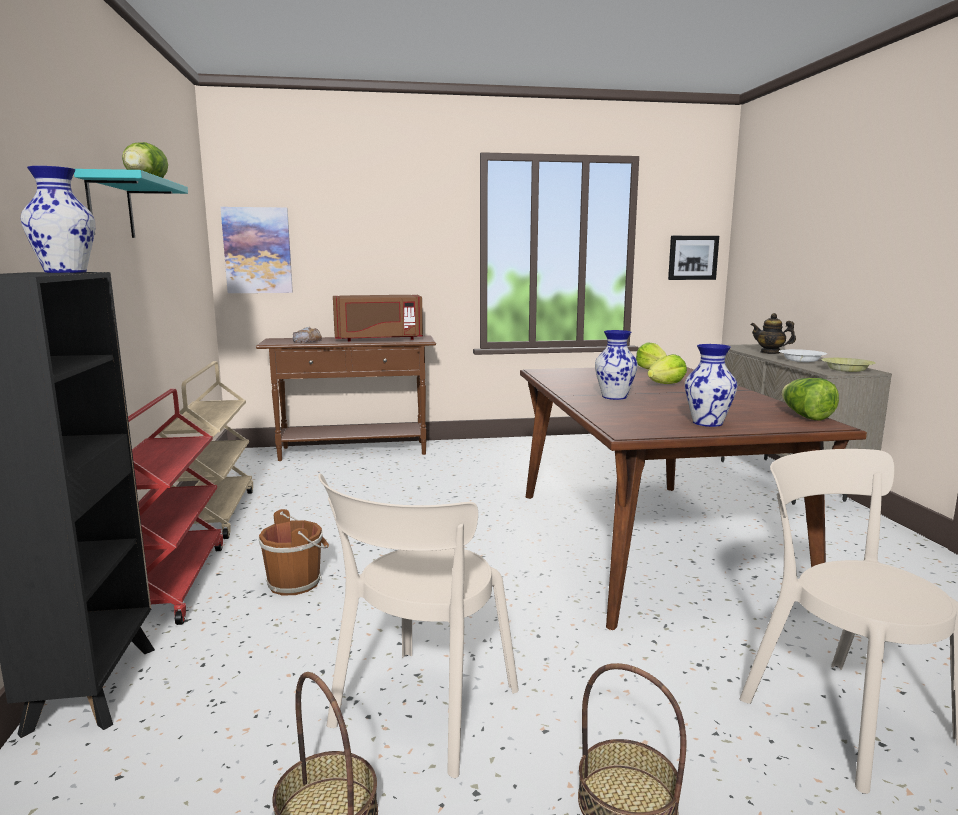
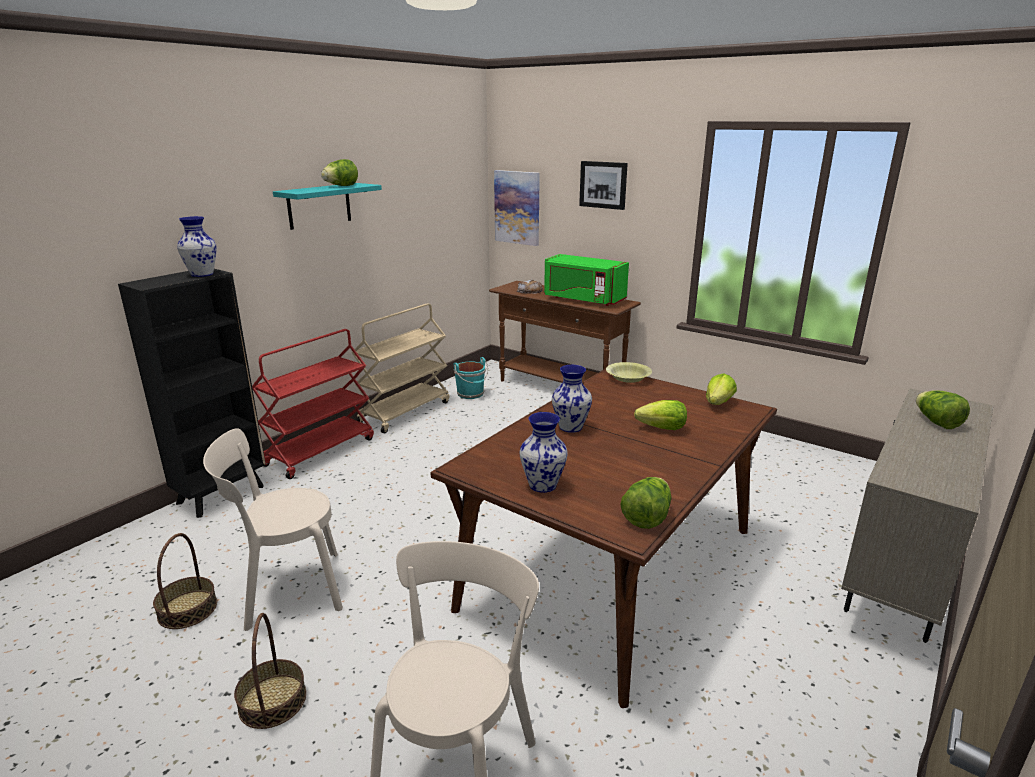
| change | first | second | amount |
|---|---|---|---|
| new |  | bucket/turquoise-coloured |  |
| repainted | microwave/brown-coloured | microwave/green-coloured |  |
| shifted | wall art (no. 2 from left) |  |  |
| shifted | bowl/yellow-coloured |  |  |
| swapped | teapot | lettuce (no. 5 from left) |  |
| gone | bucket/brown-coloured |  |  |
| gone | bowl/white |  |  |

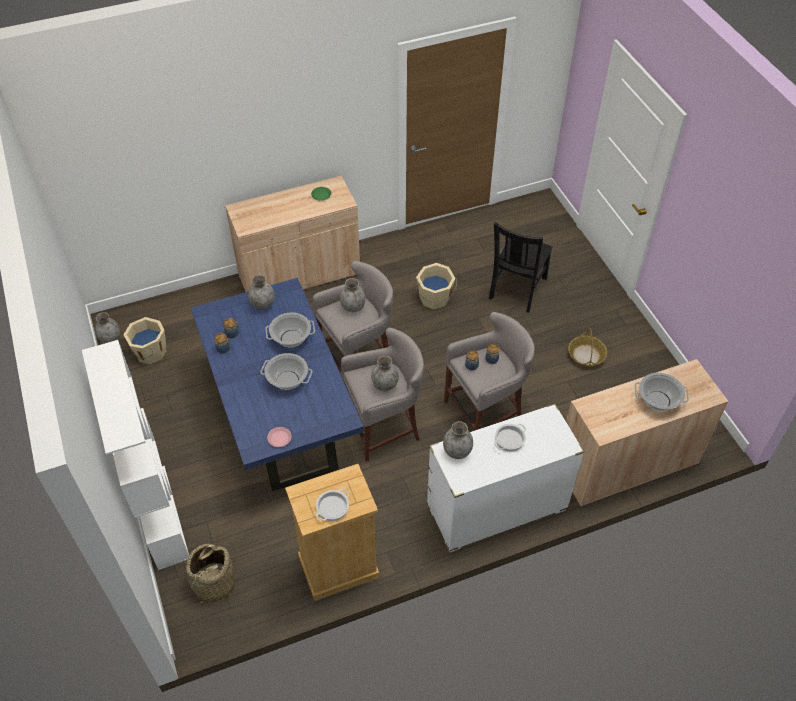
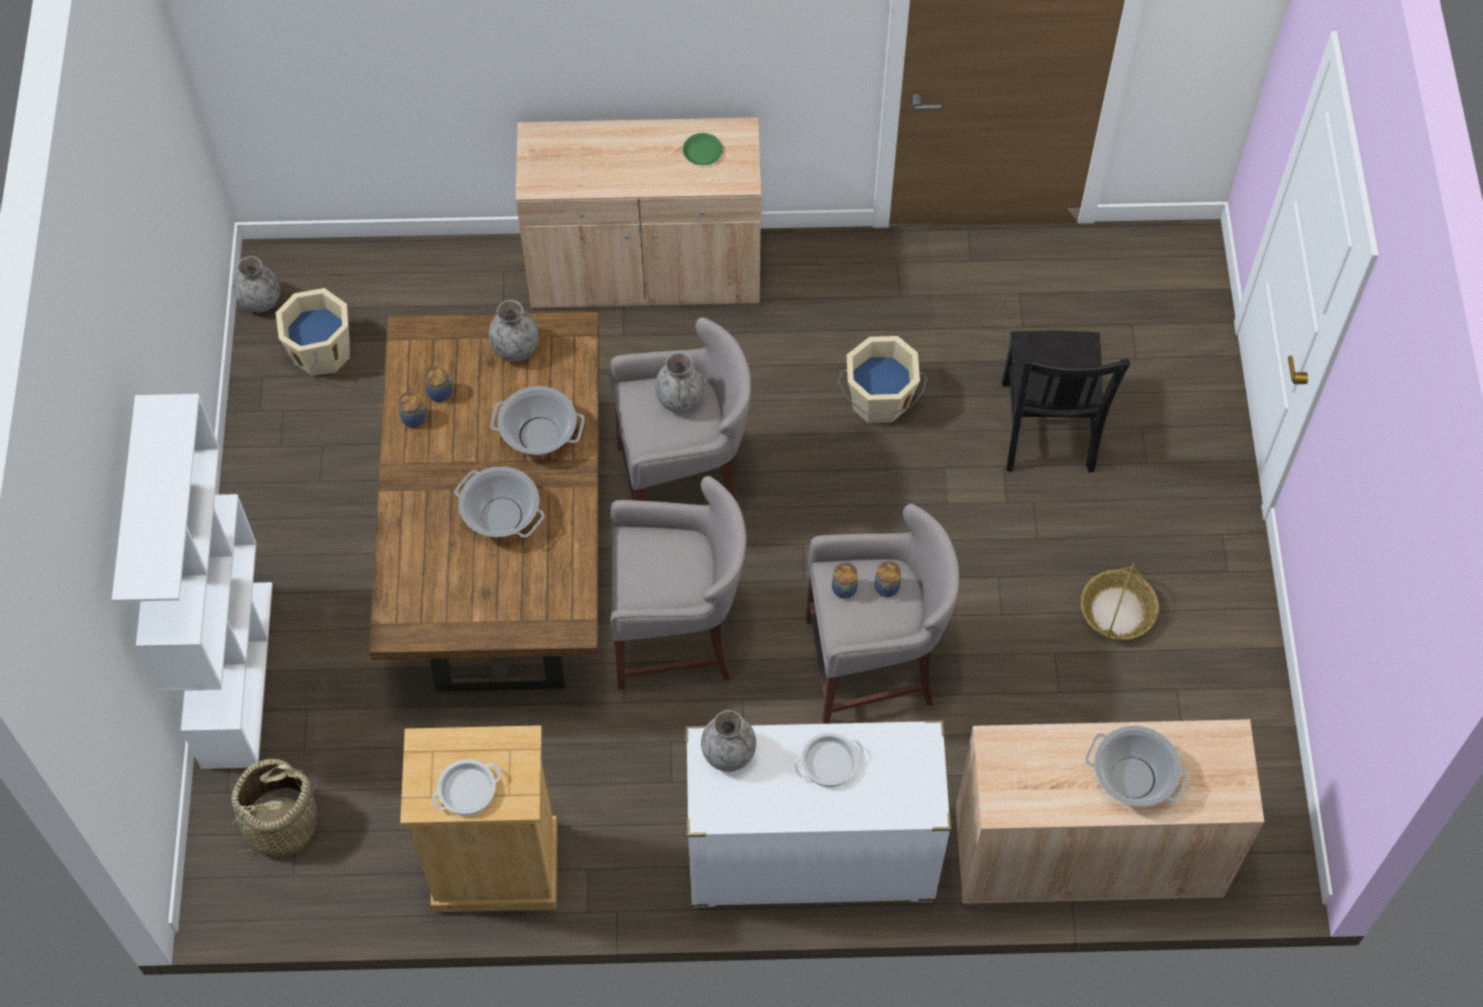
| change | first | second | amount |
|---|---|---|---|
| repainted | dinner table/blue-coloured | dinner table/brown-coloured |  |
| rotated | plain chair/black |  | 45 degrees counterclockwise |
| gone | plate/pink-coloured |  |  |
| gone | flower vase/greyish (no. 4 from left) |  |  |

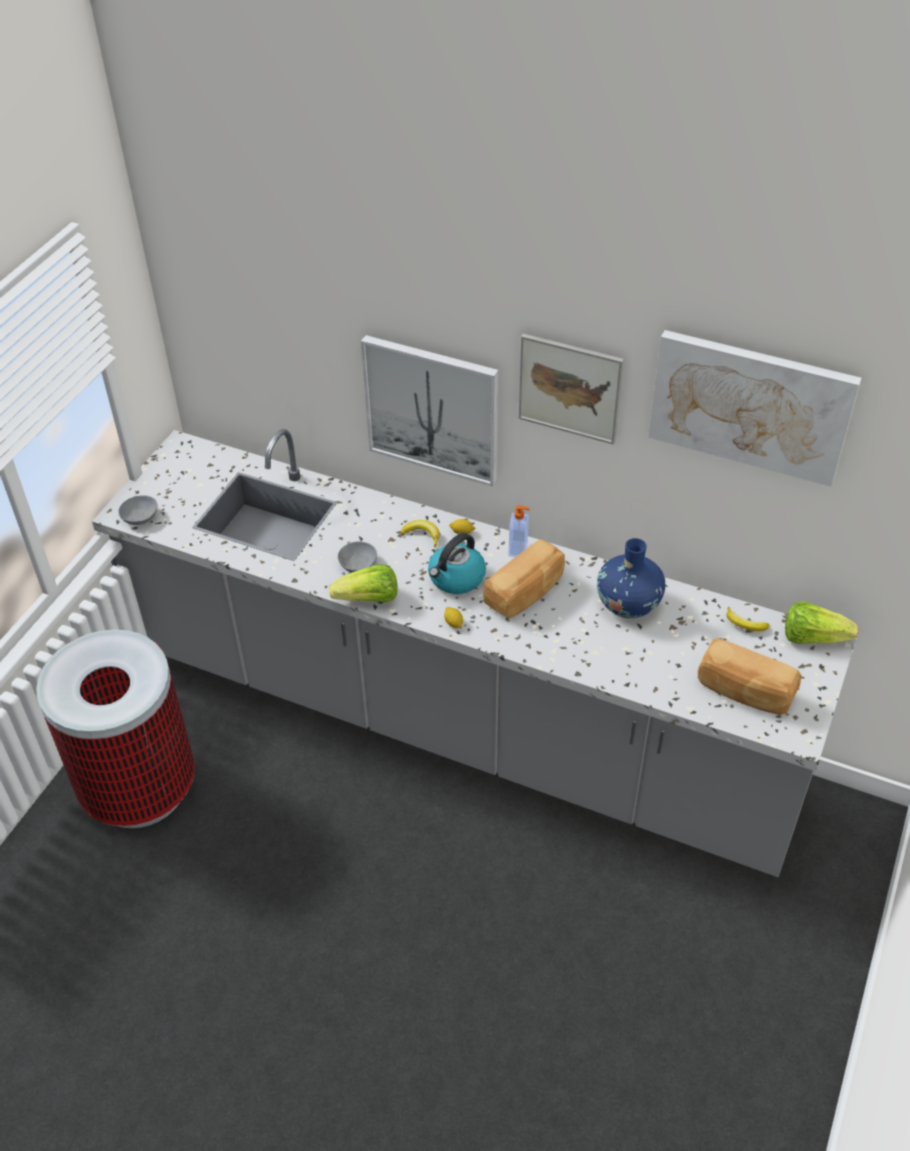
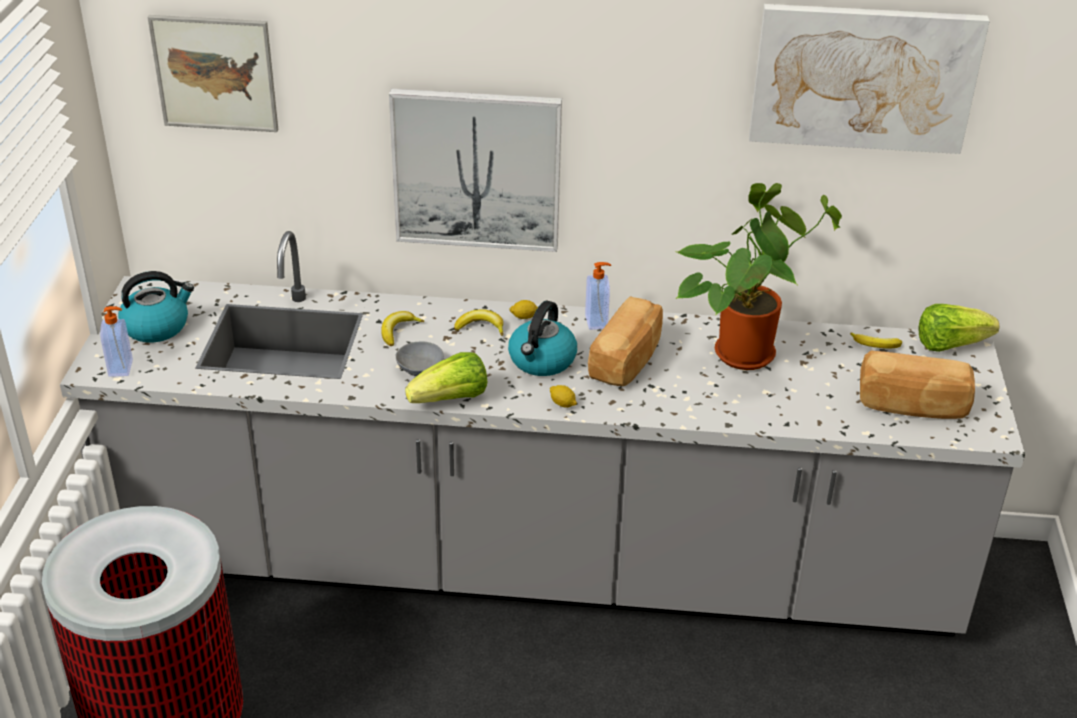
| change | first | second | amount |
|---|---|---|---|
| swapped | bowl/greyish (no. 1 from left) | soap bottle (no. 1 from left) |  |
| new |  | kettle (no. 1 from left) |  |
| shifted | wall art (no. 2 from left in the first image) | wall art (no. 1 from left) |  |
| new |  | banana (no. 1 from left) |  |
| swapped | flower vase/blue-coloured | potted plant |  |

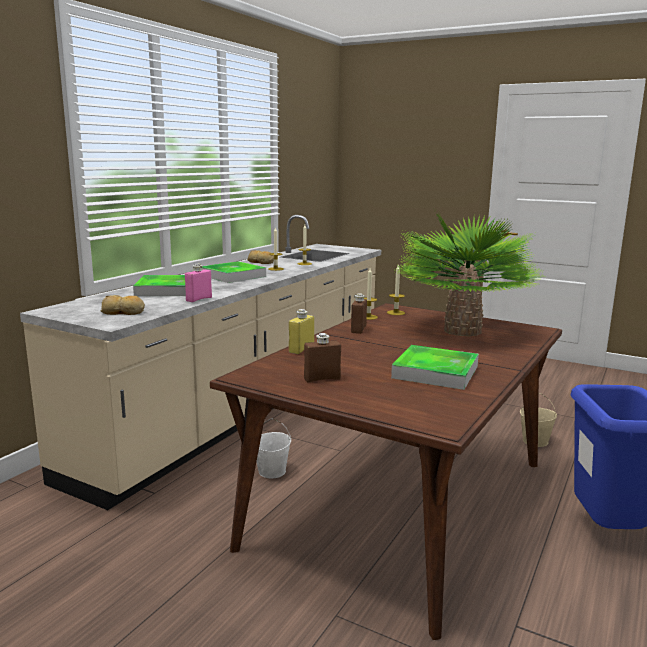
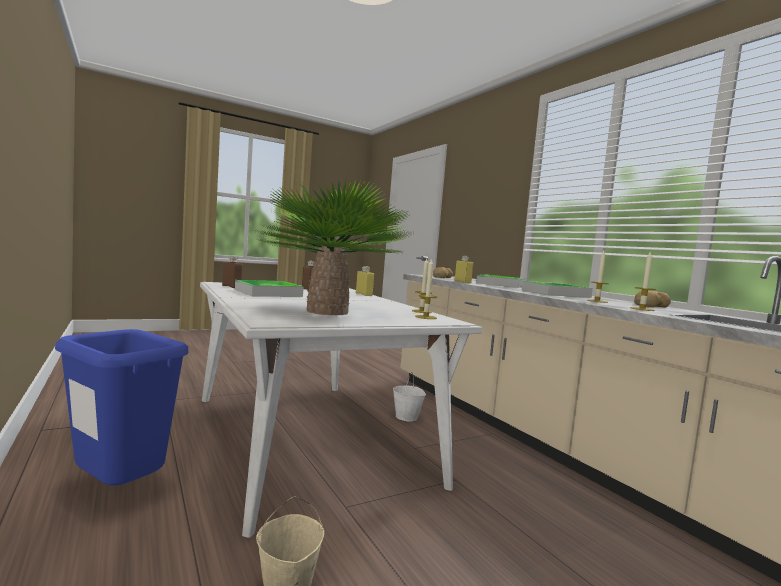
| change | first | second | amount |
|---|---|---|---|
| repainted | dinner table/brown-coloured | dinner table/white |  |
| shifted | drink bottle/brown-coloured (no. 2 from left in the first image) | drink bottle/brown-coloured (no. 1 from left) |  |
| repainted | drink bottle/pink-coloured | drink bottle/yellow-coloured (no. 2 from left) |  |

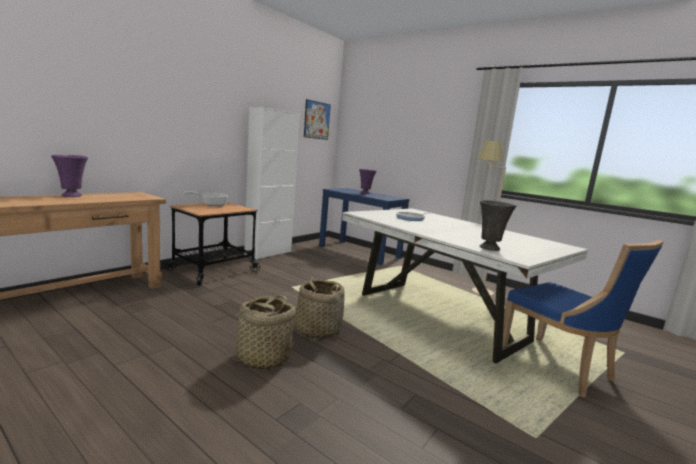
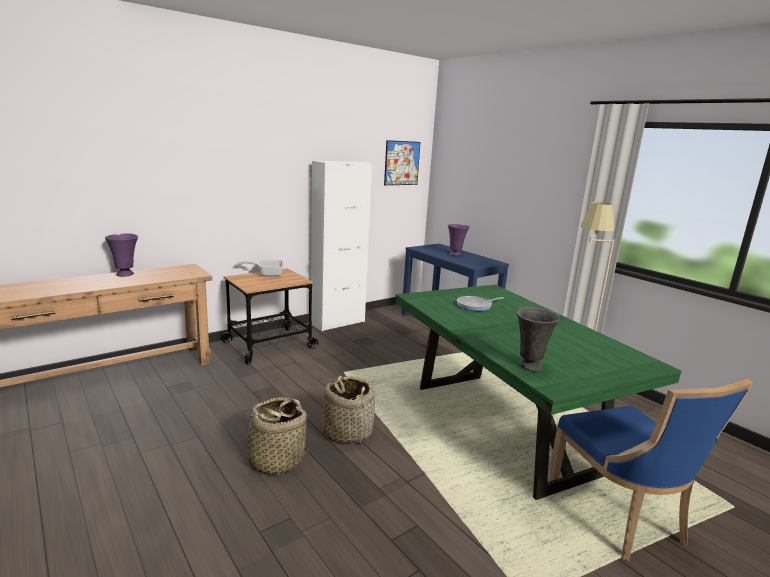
| change | first | second | amount |
|---|---|---|---|
| repainted | dinner table/white | dinner table/green-coloured |  |

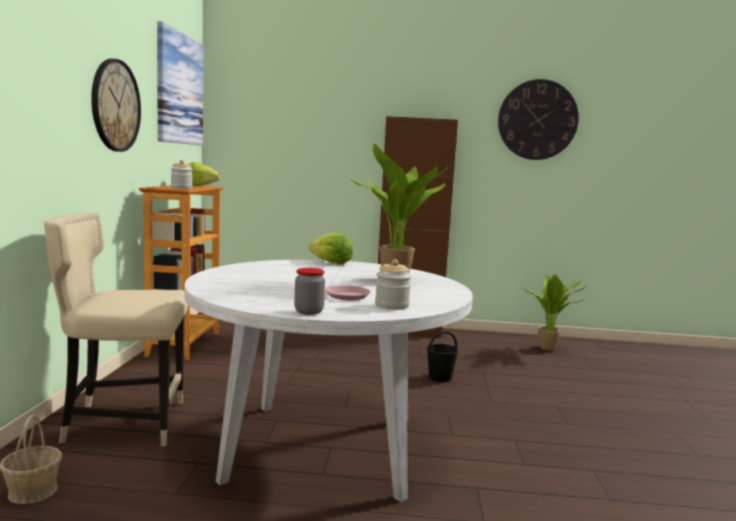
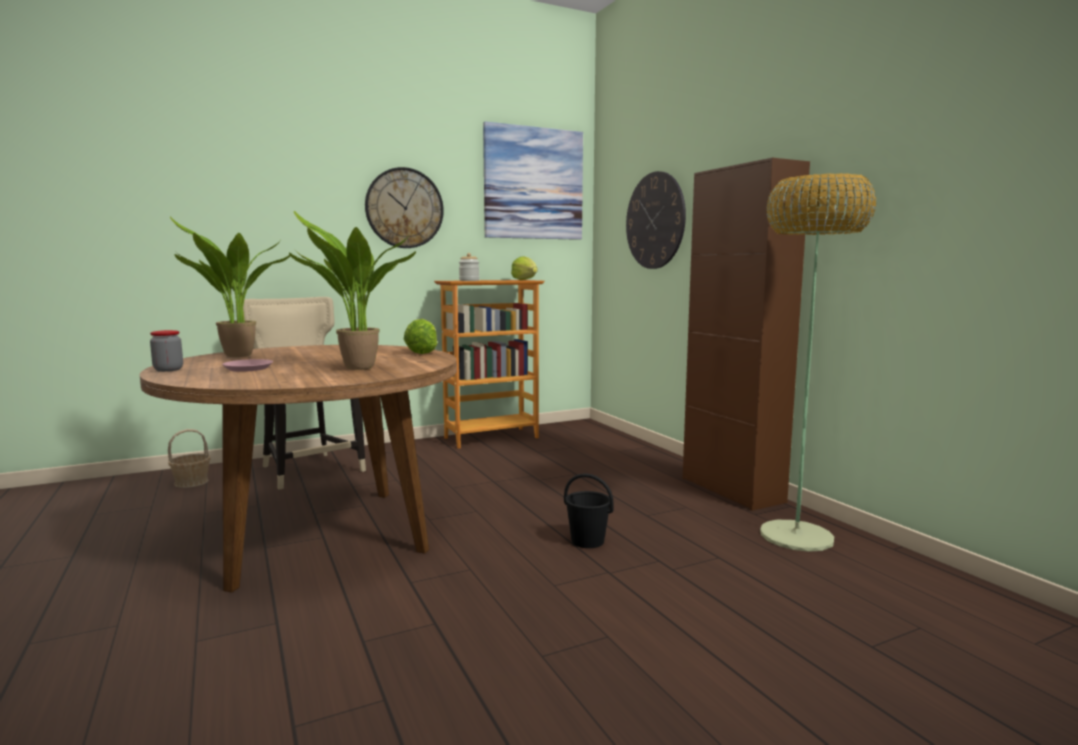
| change | first | second | amount |
|---|---|---|---|
| repainted | dinner table/white | dinner table/brown-coloured |  |
| shifted | potted plant (no. 2 from left in the first image) | potted plant (no. 1 from left) |  |
| shifted | hanging clock (no. 2 from left) |  |  |
| new |  | floor lamp |  |
| gone | storage jar (no. 3 from left) |  |  |

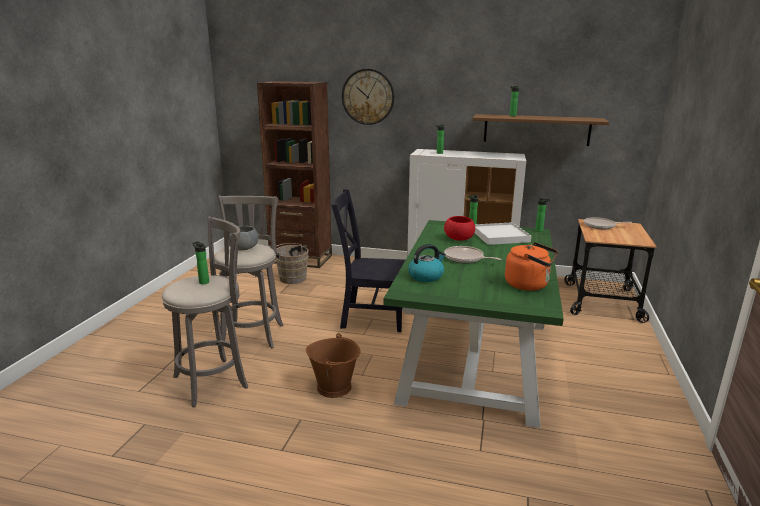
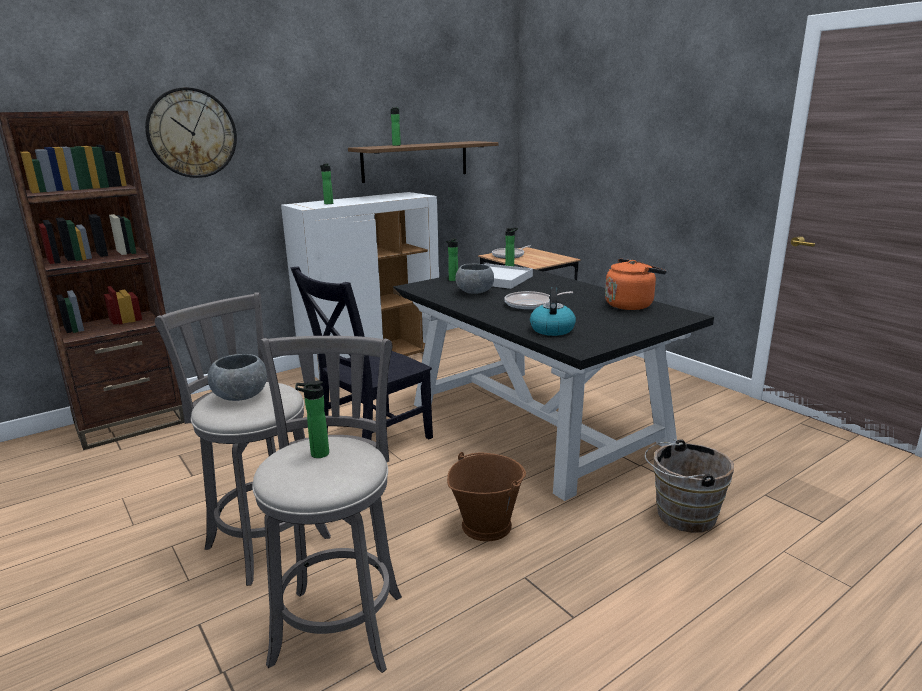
| change | first | second | amount |
|---|---|---|---|
| repainted | dinner table/green-coloured | dinner table/black |  |
| repainted | bowl/red-coloured | bowl/greyish (no. 2 from left) |  |
| shifted | bucket/brown-coloured (no. 1 from left in the first image) | bucket/brown-coloured (no. 2 from left) |  |

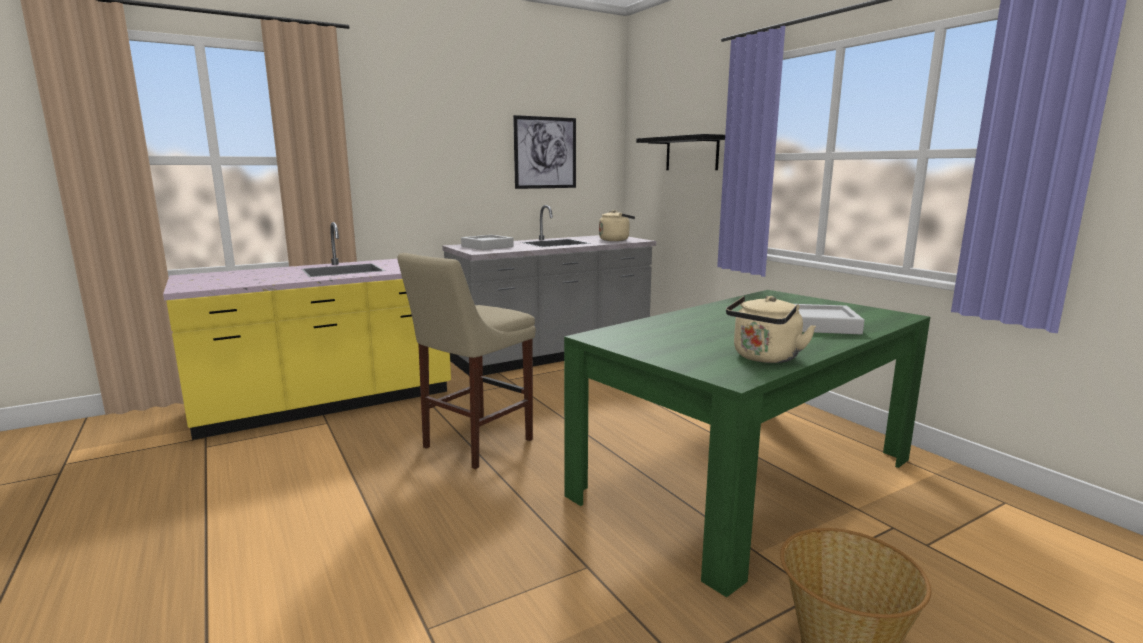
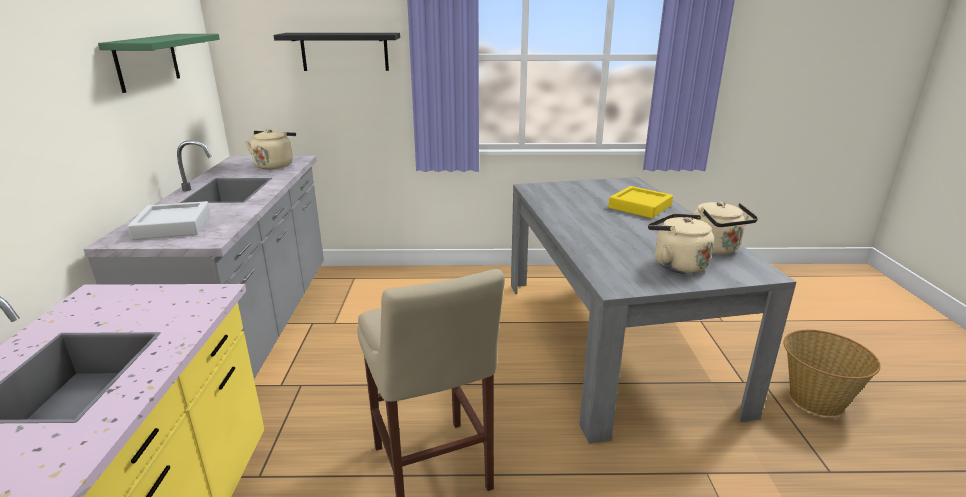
| change | first | second | amount |
|---|---|---|---|
| swapped | wall art | shelf/green-coloured |  |
| repainted | dinner table/green-coloured | dinner table/greyish |  |
| repainted | serving tray/greyish (no. 2 from left) | serving tray/yellow-coloured |  |
| new |  | kettle/sand-coloured (no. 2 from left) |  |

